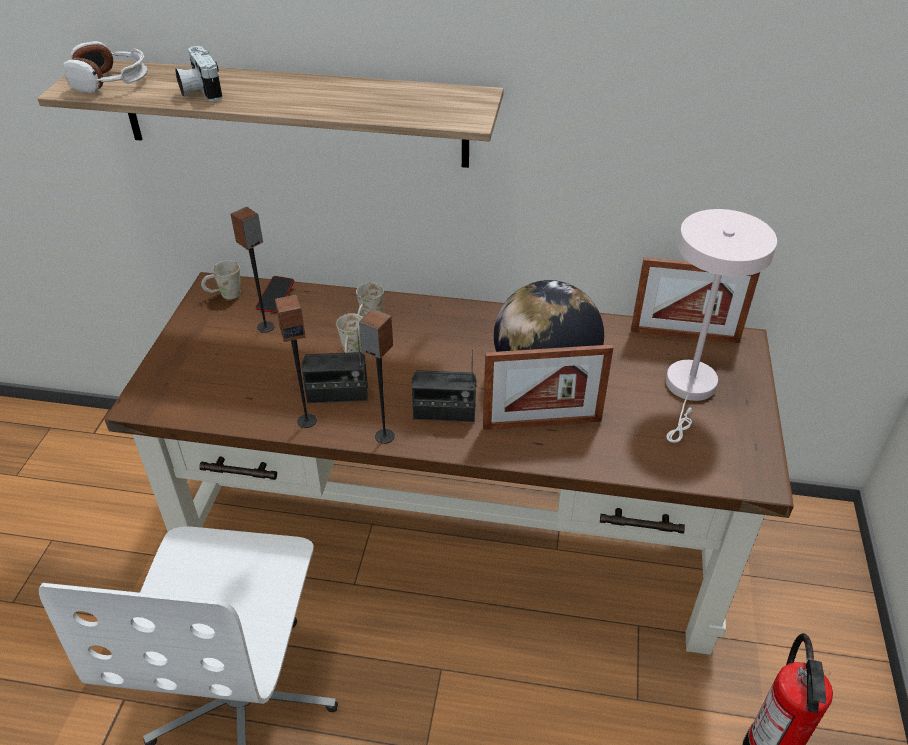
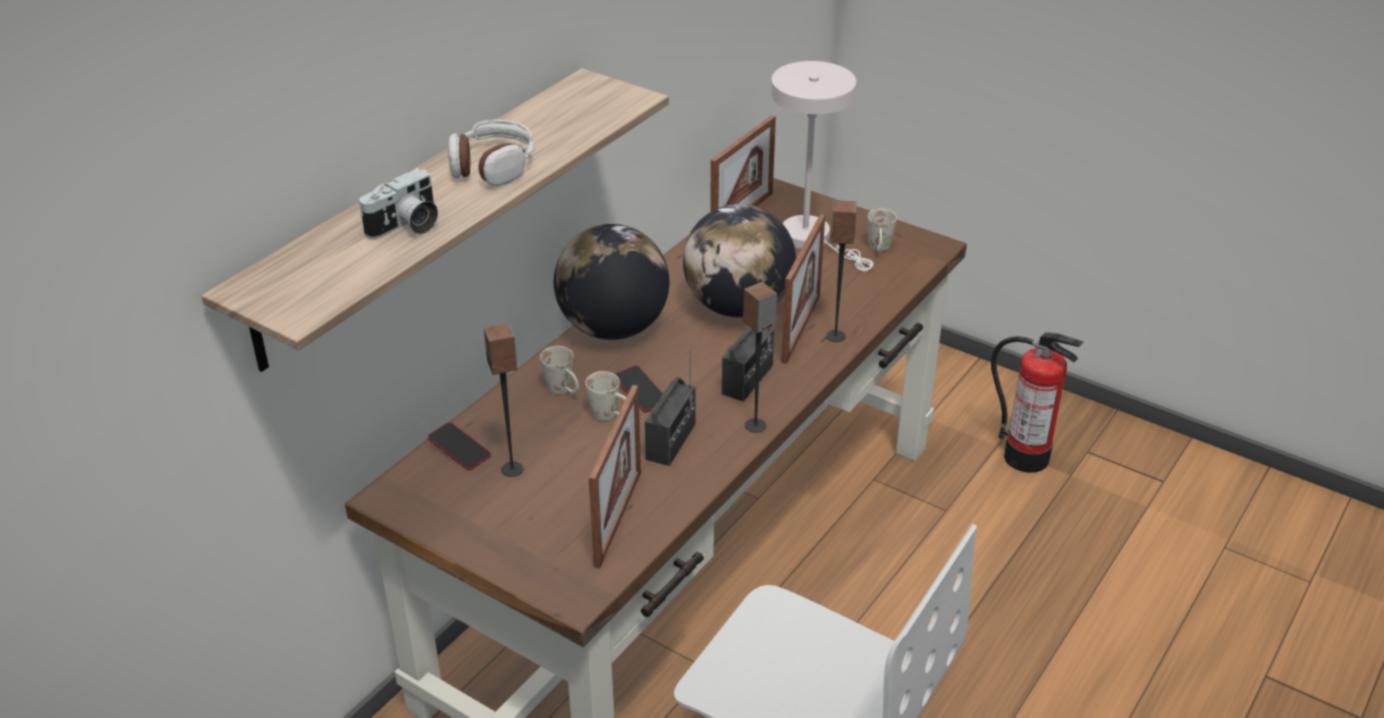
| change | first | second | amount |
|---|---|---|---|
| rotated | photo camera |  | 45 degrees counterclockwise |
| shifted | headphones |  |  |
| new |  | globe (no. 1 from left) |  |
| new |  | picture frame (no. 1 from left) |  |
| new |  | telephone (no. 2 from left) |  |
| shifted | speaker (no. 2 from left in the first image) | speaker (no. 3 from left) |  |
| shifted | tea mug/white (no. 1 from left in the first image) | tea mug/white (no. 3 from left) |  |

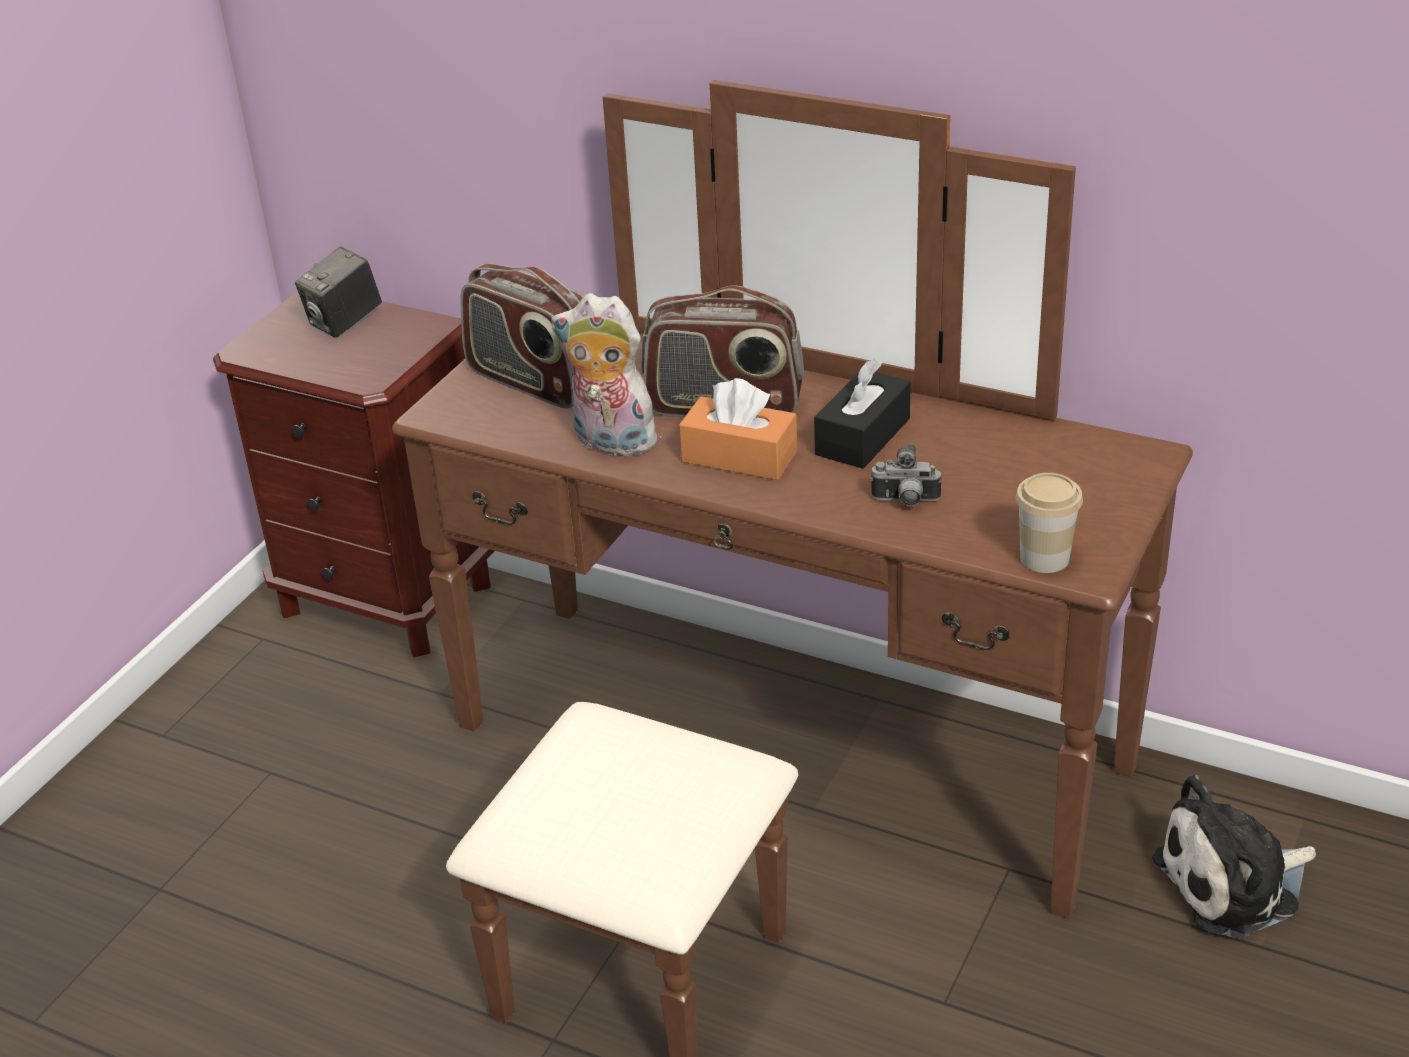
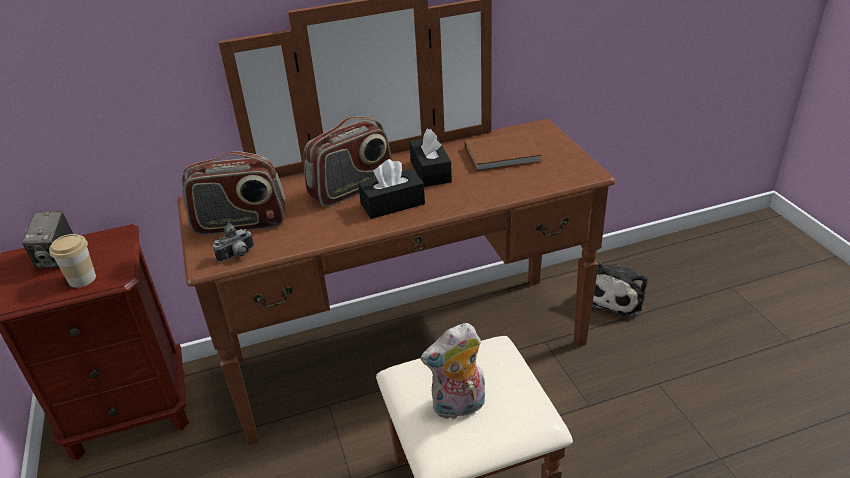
| change | first | second | amount |
|---|---|---|---|
| shifted | cup |  |  |
| shifted | photo camera (no. 2 from left) |  |  |
| repainted | tissue holder/orangey | tissue holder/black (no. 1 from left) |  |
| shifted | cuddly toy (no. 1 from left) |  |  |
| new |  | book/brown-coloured |  |

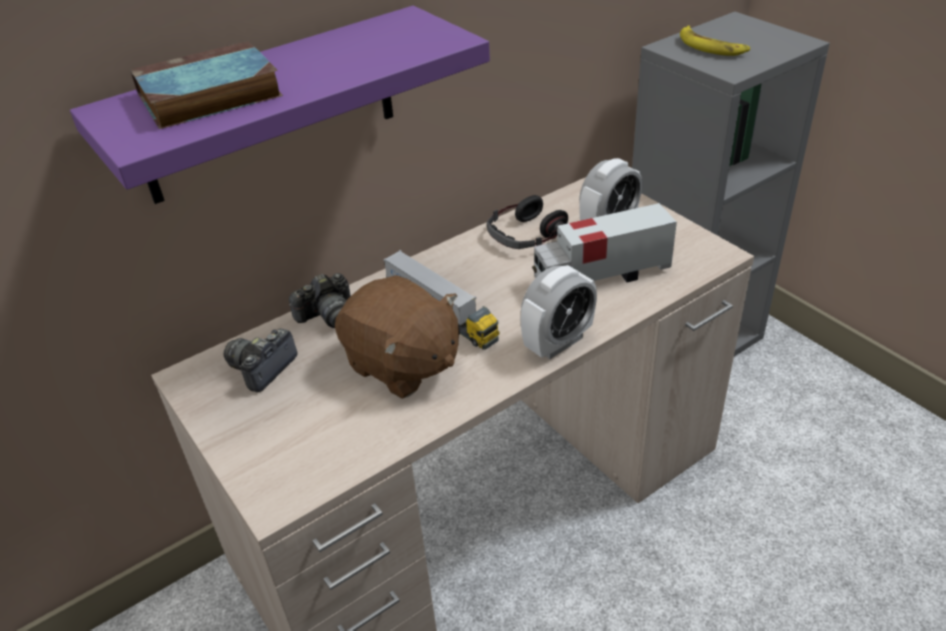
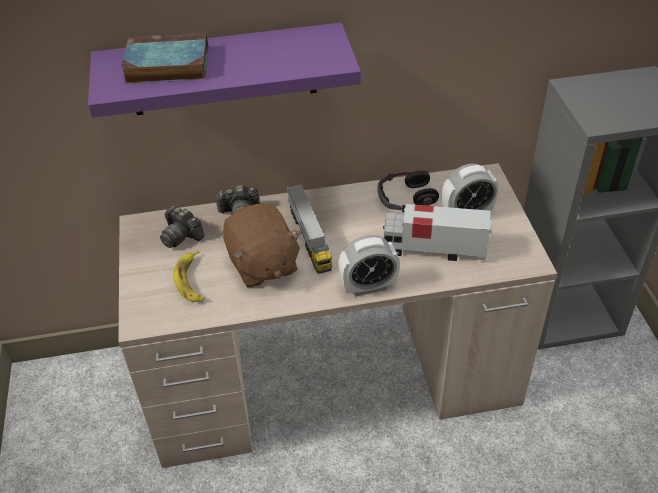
| change | first | second | amount |
|---|---|---|---|
| rotated | photo camera (no. 1 from left) |  | 105 degrees counterclockwise |
| shifted | banana |  |  |

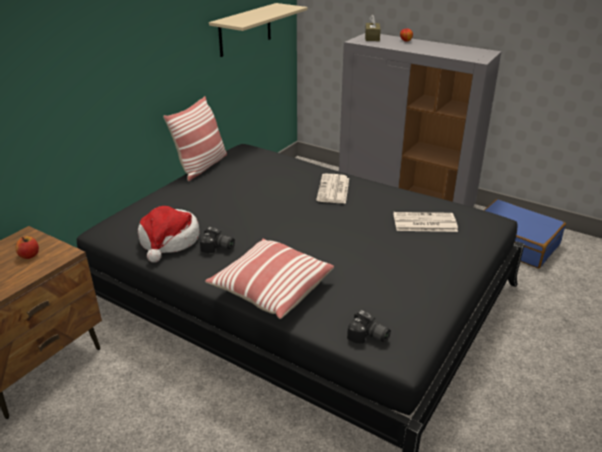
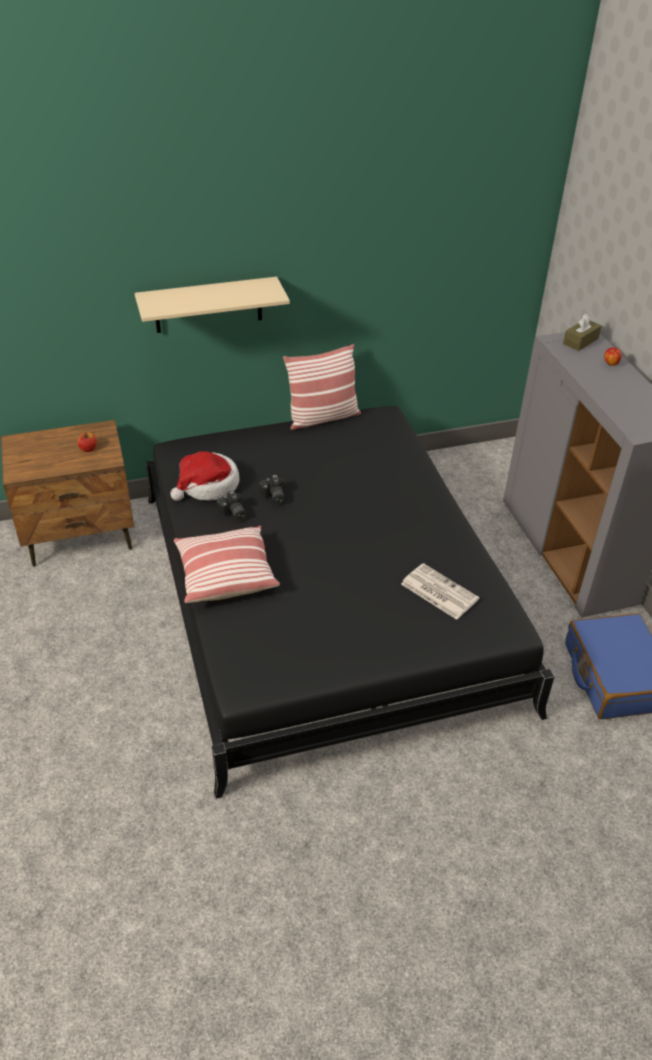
| change | first | second | amount |
|---|---|---|---|
| shifted | shelf/sand-coloured |  |  |
| shifted | photo camera (no. 2 from left) |  |  |
| gone | daily paper (no. 1 from left) |  |  |

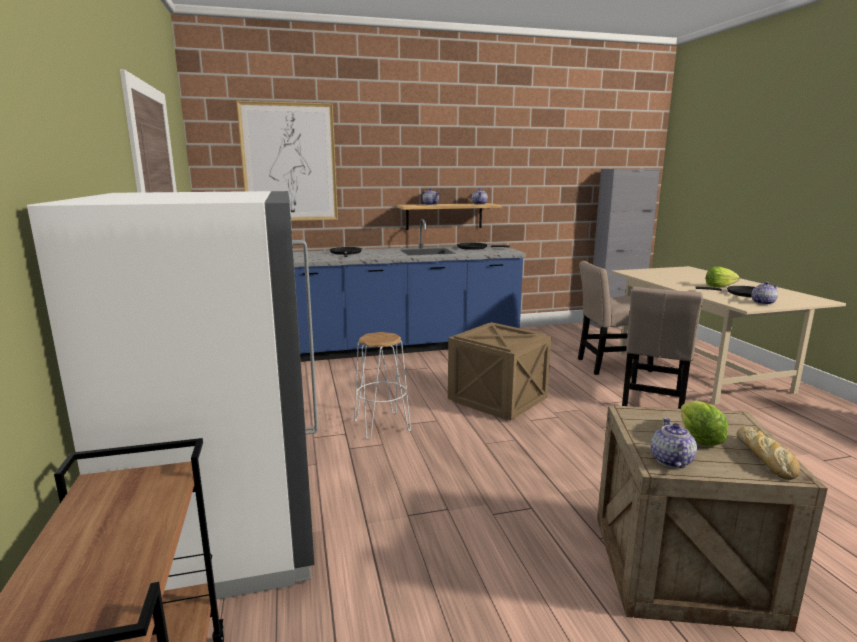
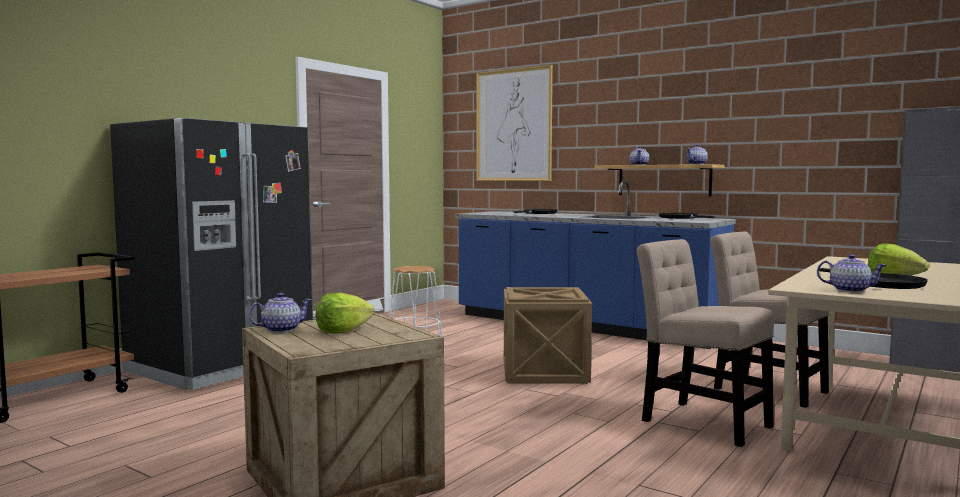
| change | first | second | amount |
|---|---|---|---|
| repainted | kitchen fridge/white | kitchen fridge/black |  |
| rotated | plain chair/sand-coloured (no. 2 from left in the first image) | plain chair/sand-coloured (no. 1 from left) | 60 degrees clockwise |
| gone | baked bread |  |  |

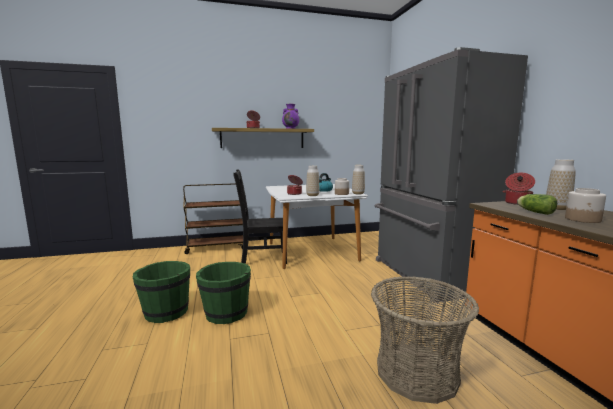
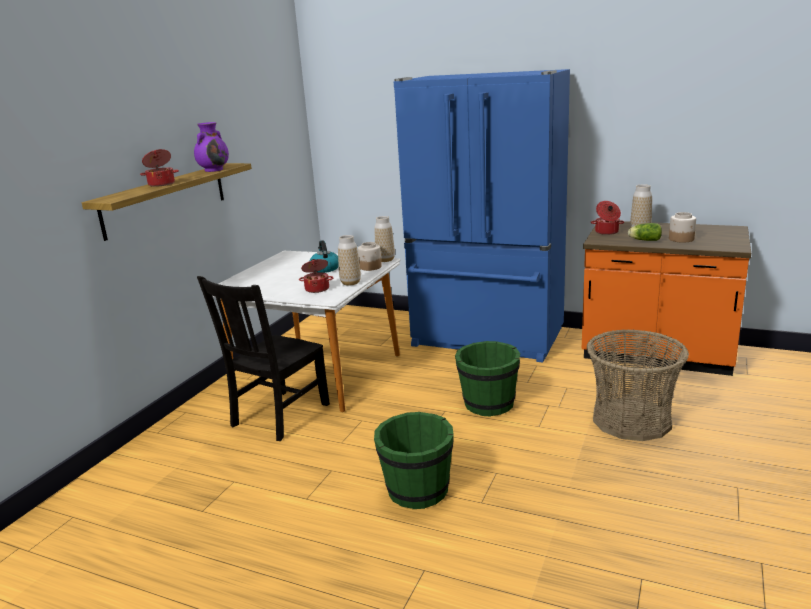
| change | first | second | amount |
|---|---|---|---|
| repainted | kitchen fridge/greyish | kitchen fridge/blue-coloured |  |
| shifted | bucket/green-coloured (no. 1 from left in the first image) | bucket/green-coloured (no. 2 from left) |  |
| gone | cart/brown-coloured |  |  |

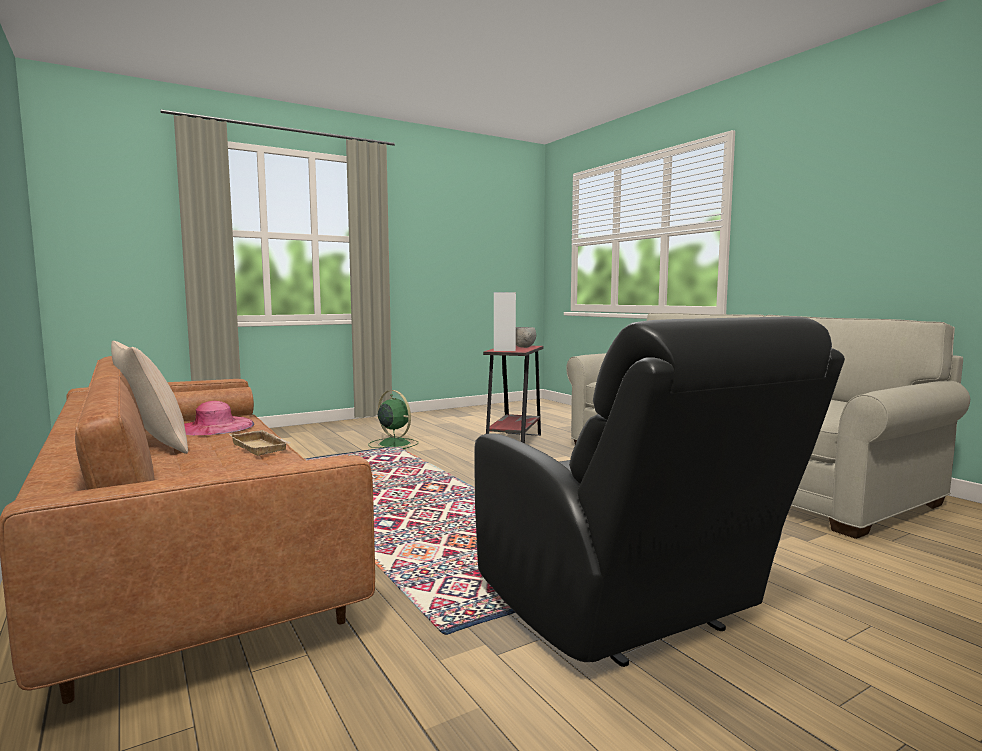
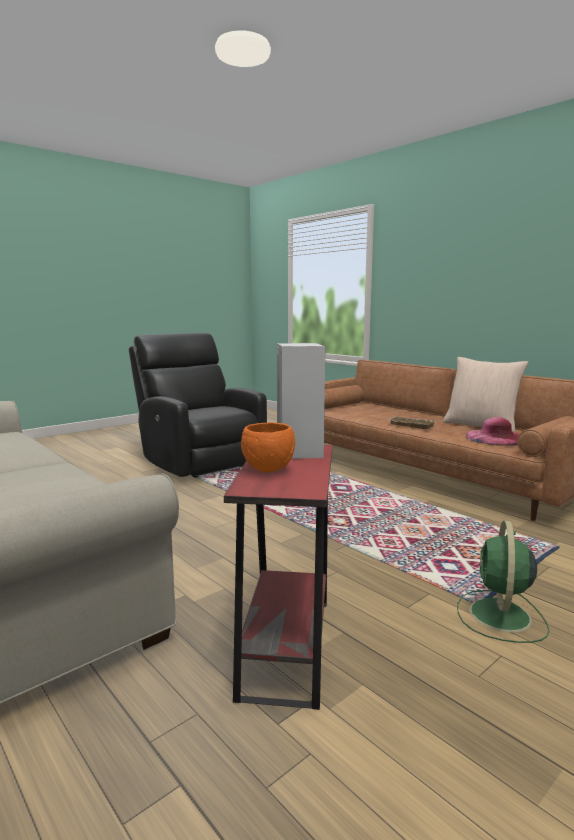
| change | first | second | amount |
|---|---|---|---|
| repainted | bowl/greyish | bowl/orangey |  |
| rotated | cooling fan/green-coloured |  | 75 degrees clockwise |

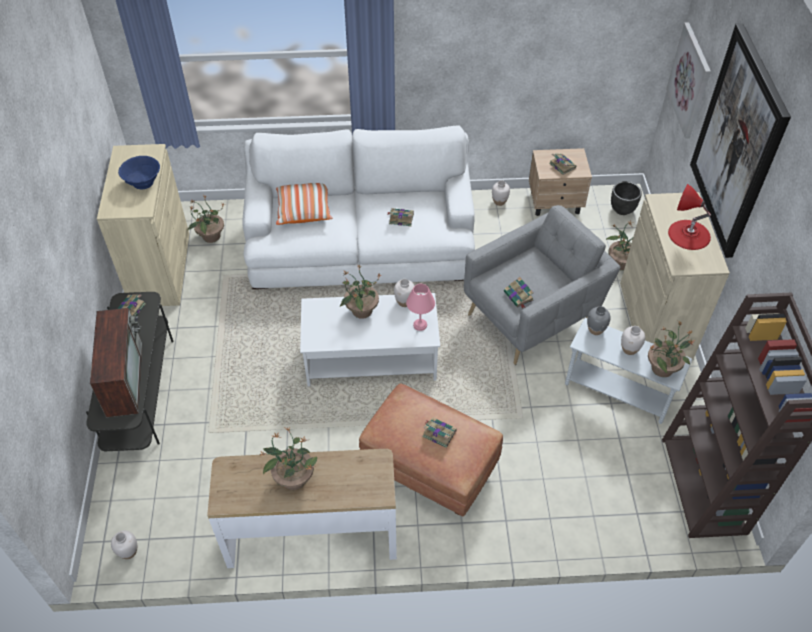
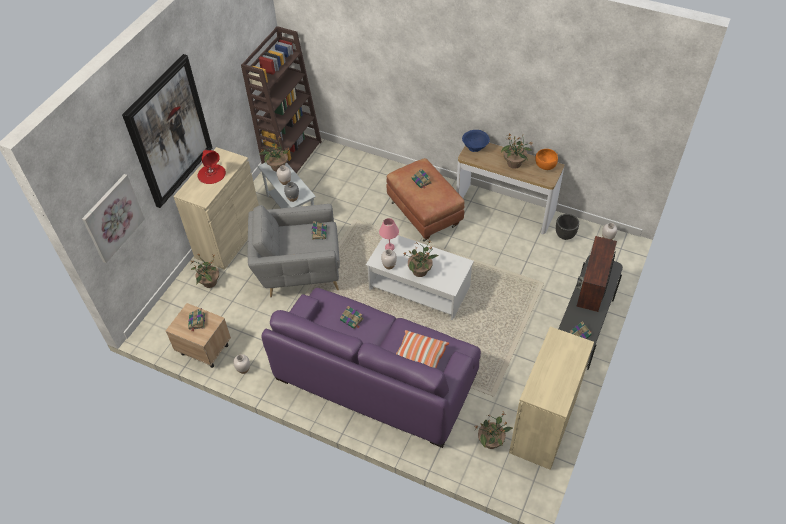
| change | first | second | amount |
|---|---|---|---|
| repainted | settee/white | settee/purple |  |
| shifted | bowl/blue-coloured |  |  |
| new |  | bowl/orangey |  |
| shifted | planter/black |  |  |

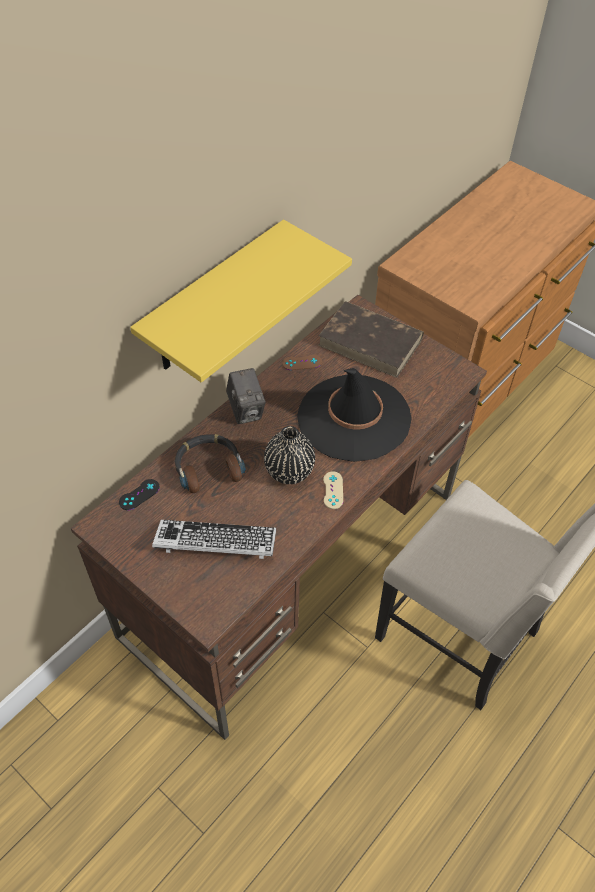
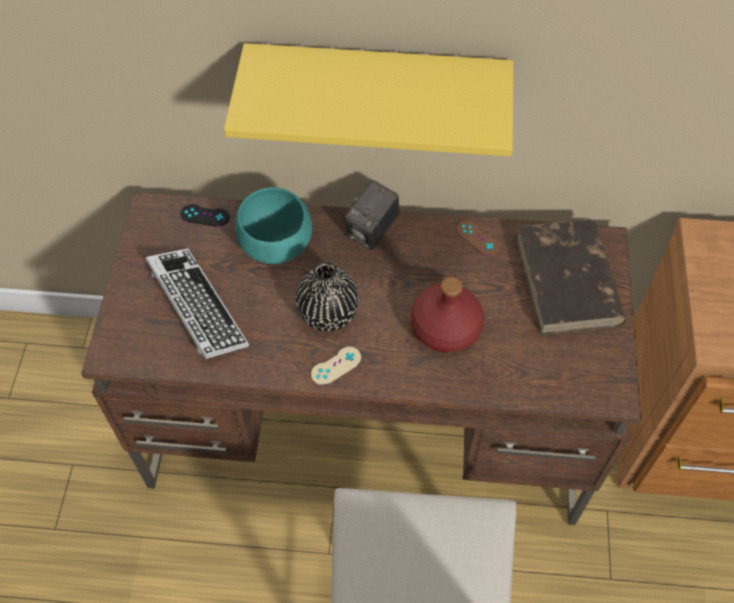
| change | first | second | amount |
|---|---|---|---|
| swapped | headphones | bowl/turquoise-coloured |  |
| swapped | clothing hat/black | drink bottle/red-coloured |  |

